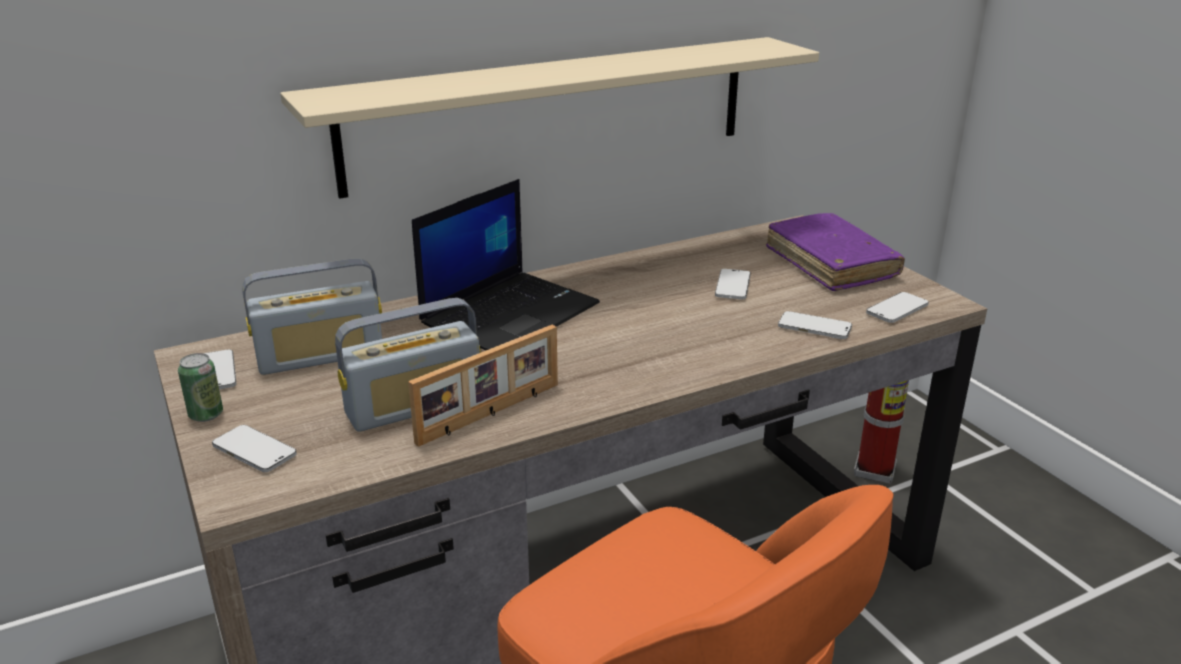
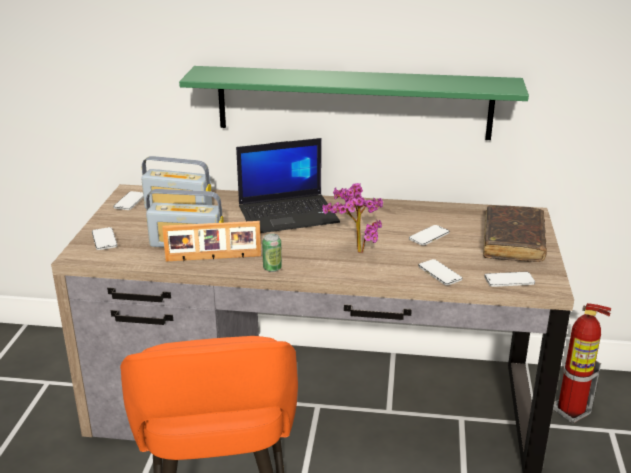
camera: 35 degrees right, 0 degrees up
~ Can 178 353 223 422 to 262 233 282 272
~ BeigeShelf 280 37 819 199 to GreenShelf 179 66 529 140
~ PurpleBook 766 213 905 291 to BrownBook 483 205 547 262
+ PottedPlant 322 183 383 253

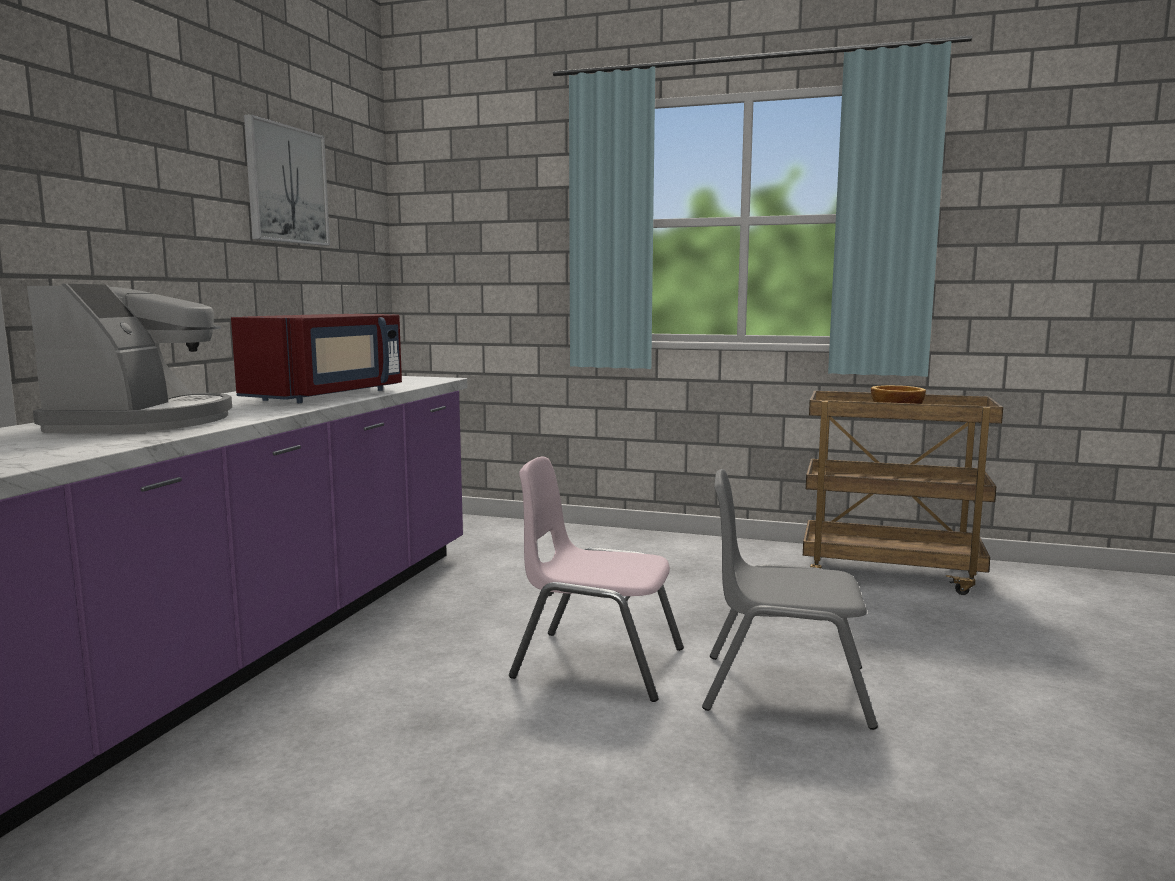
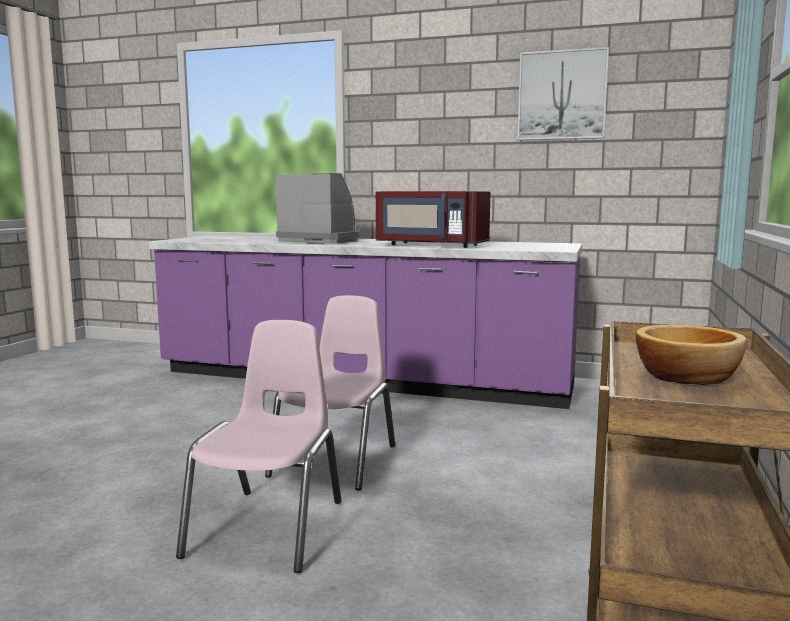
camera: 90 degrees right, 0 degrees up
~ CoffeeMachine 27 284 232 433 = 276 173 360 244 150 degrees counterclockwise
~ GreyChair 702 469 878 730 to PinkChair 176 320 342 573

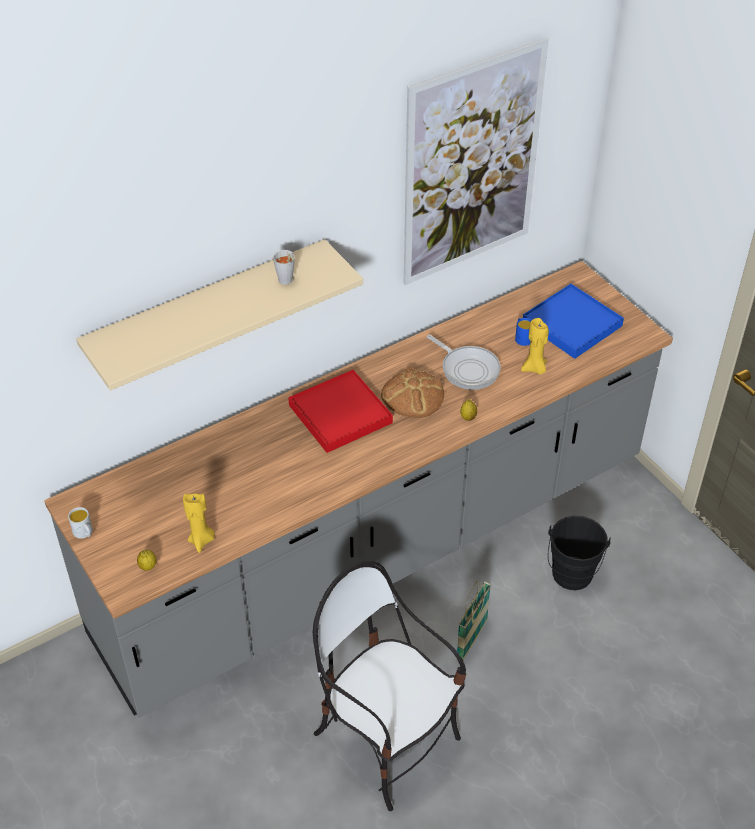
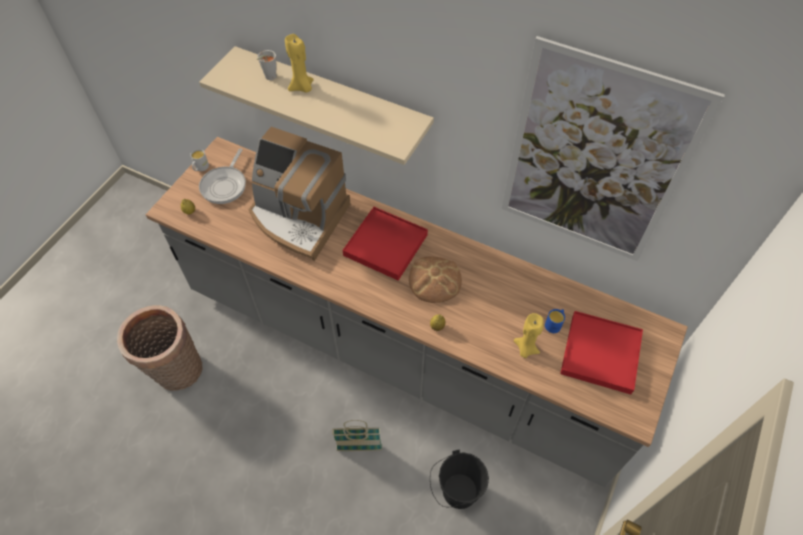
camera: 60 degrees right, 10 degrees up
~ YellowCandle 183 493 215 553 to 285 34 314 93
~ GreyCup 273 250 295 285 to 257 50 277 80
- Chair 313 561 466 811
~ FryingPan 427 335 501 390 to 199 148 246 204
~ BlueTray 523 284 624 359 to RedTray 560 311 643 395
+ Basket 117 305 203 391
+ CoffeeMachine 248 127 350 261

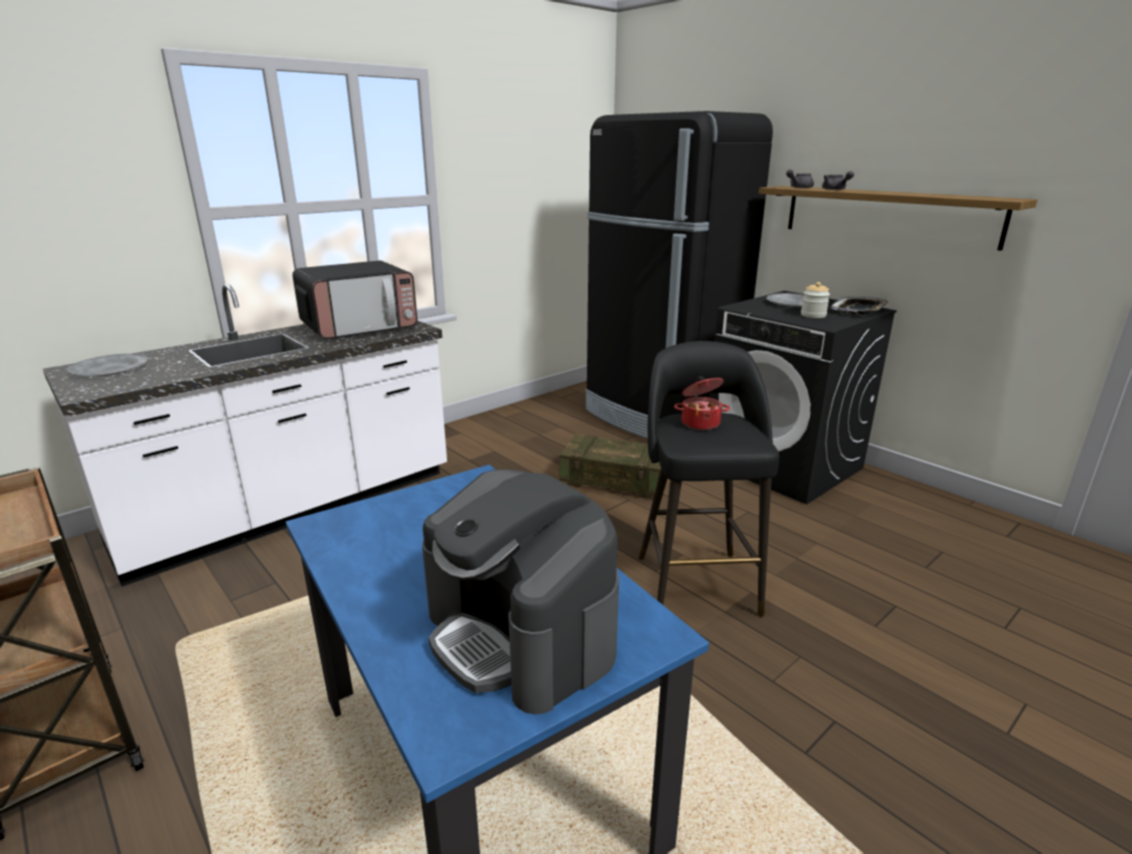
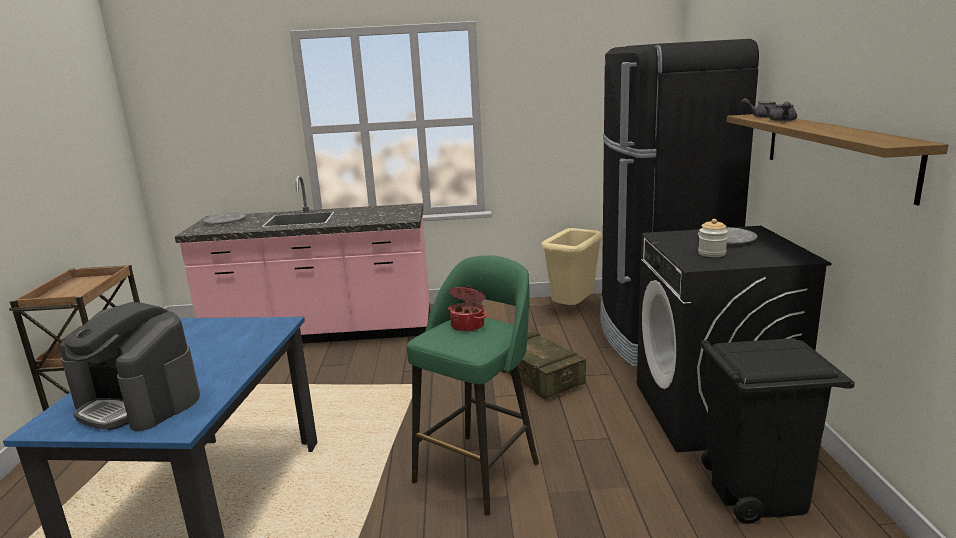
camera: 40 degrees right, 5 degrees down
~ WhiteCounter 43 284 447 587 to PinkCounter 175 176 430 344
- Microwave 292 261 417 339
~ CoffeeMachine 422 469 619 714 = 60 302 200 431 60 degrees counterclockwise
~ BlackStool 638 341 779 617 to GreenStool 407 255 539 516
- Tray 831 297 888 315
+ BeigeTrashCan 541 228 603 305
+ BlackTrashCan 701 338 855 524

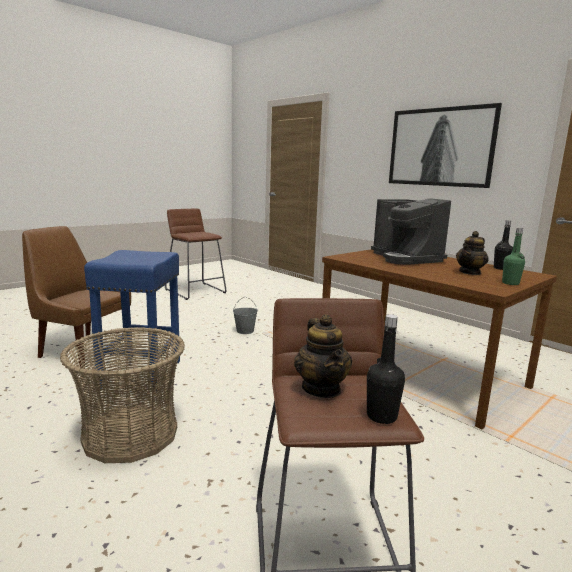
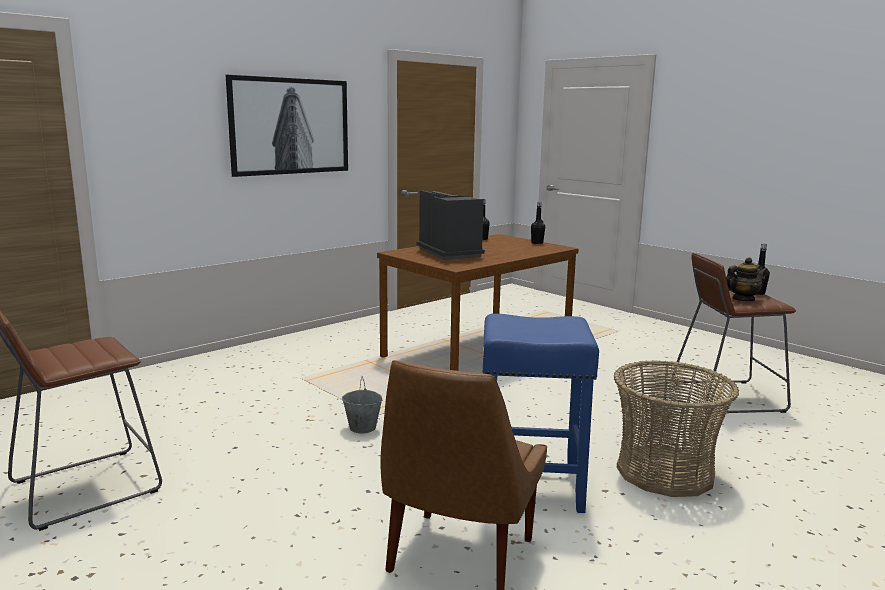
camera: 90 degrees left, 0 degrees up
~ CoffeeMachine 371 198 451 265 = 417 190 485 260 90 degrees counterclockwise
- Teapot 456 231 489 275
~ GreenBottle 502 228 525 285 to BlackBottle 531 202 545 244

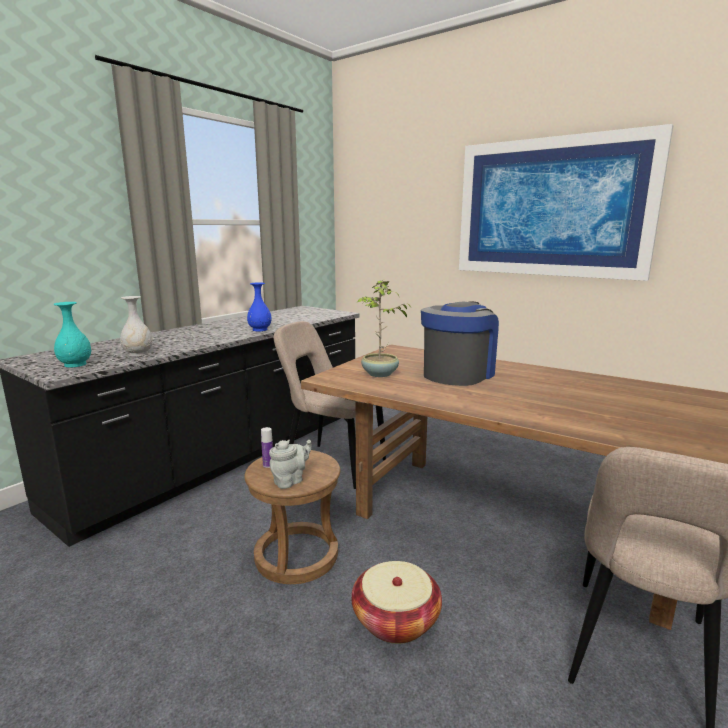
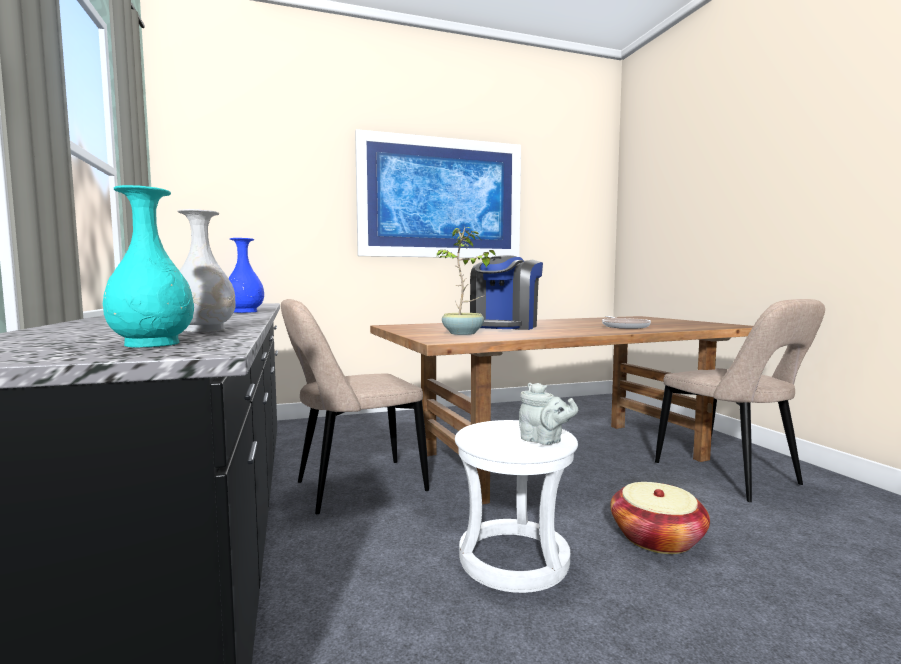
camera: 55 degrees left, 10 degrees down
~ BrownStool 245 450 340 584 to WhiteStool 455 420 578 593
- Bottle 261 427 273 468
~ GreyTeapot 269 440 312 489 = 519 383 578 445 135 degrees clockwise
~ CoffeeMachine 421 301 499 386 = 470 255 543 330 135 degrees counterclockwise
+ FryingPan 602 316 651 329

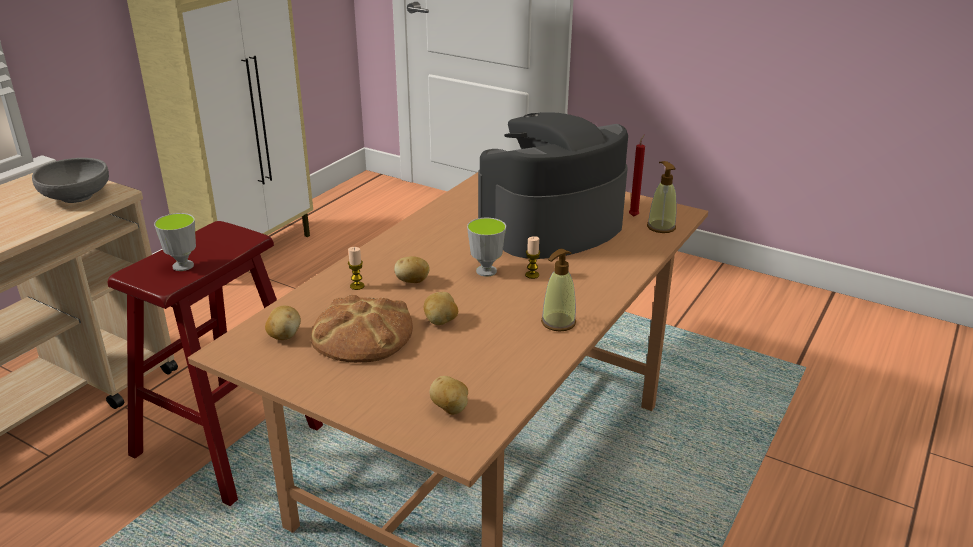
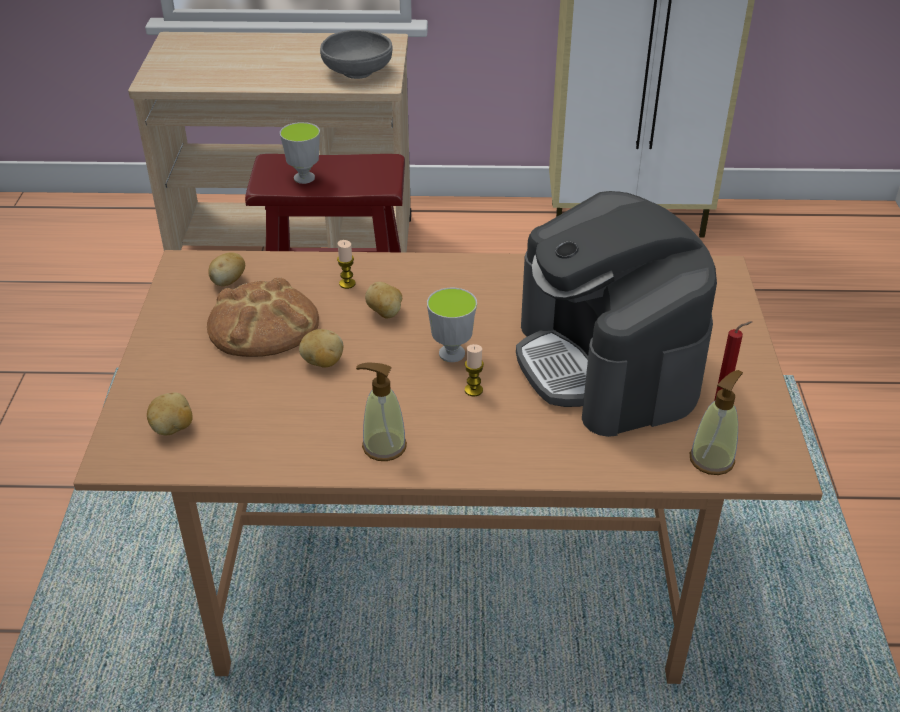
camera: 60 degrees right, 10 degrees up
~ CoffeeMachine 478 112 628 259 = 516 191 717 437 135 degrees counterclockwise

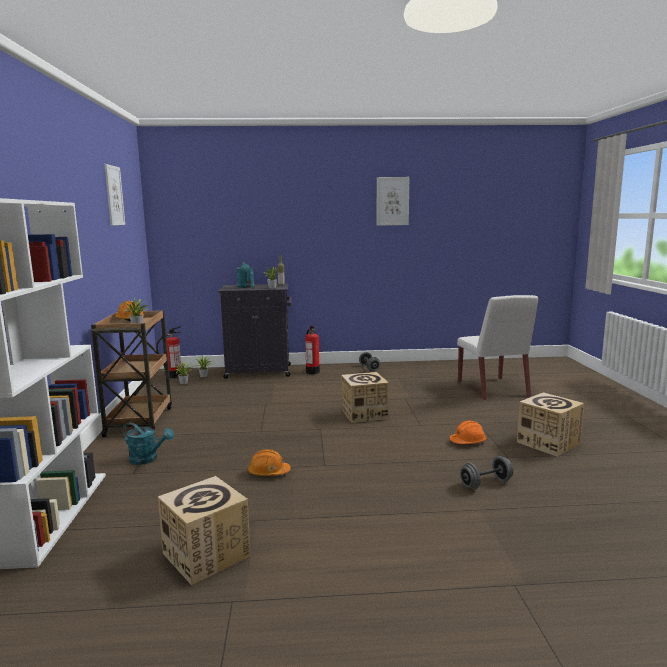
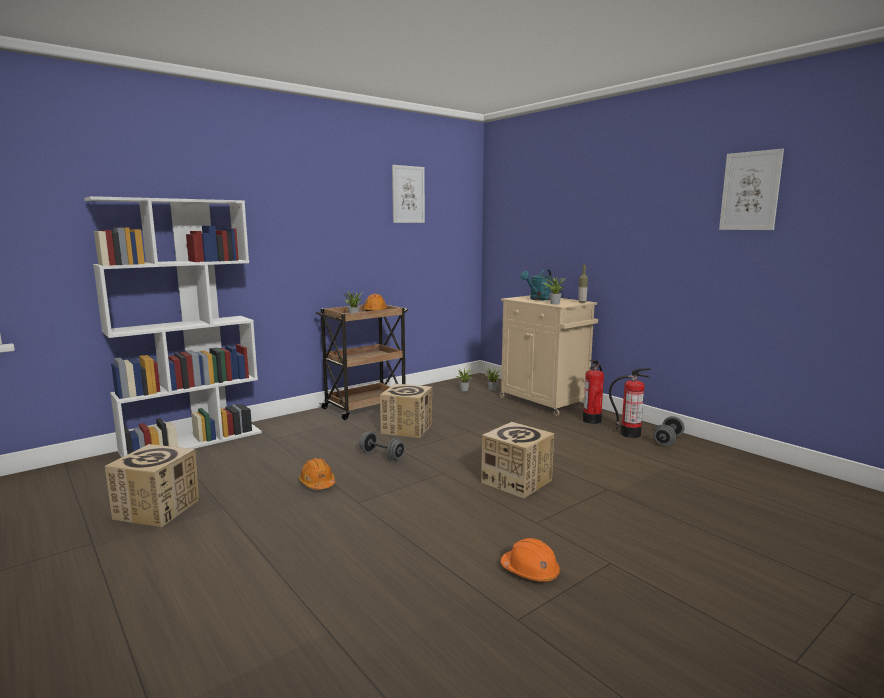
camera: 55 degrees right, 0 degrees up
- TurquoiseWateringCan 123 422 174 465
~ FireExtinguisher 156 326 181 378 to 609 368 651 438
~ BlackCabinet 218 284 292 379 to BeigeCabinet 500 296 598 416
- WhiteChair 457 295 538 401
~ GreyDumbbell 460 456 513 489 to 359 431 405 461
~ CardboardBox 517 392 584 457 to 380 384 432 438

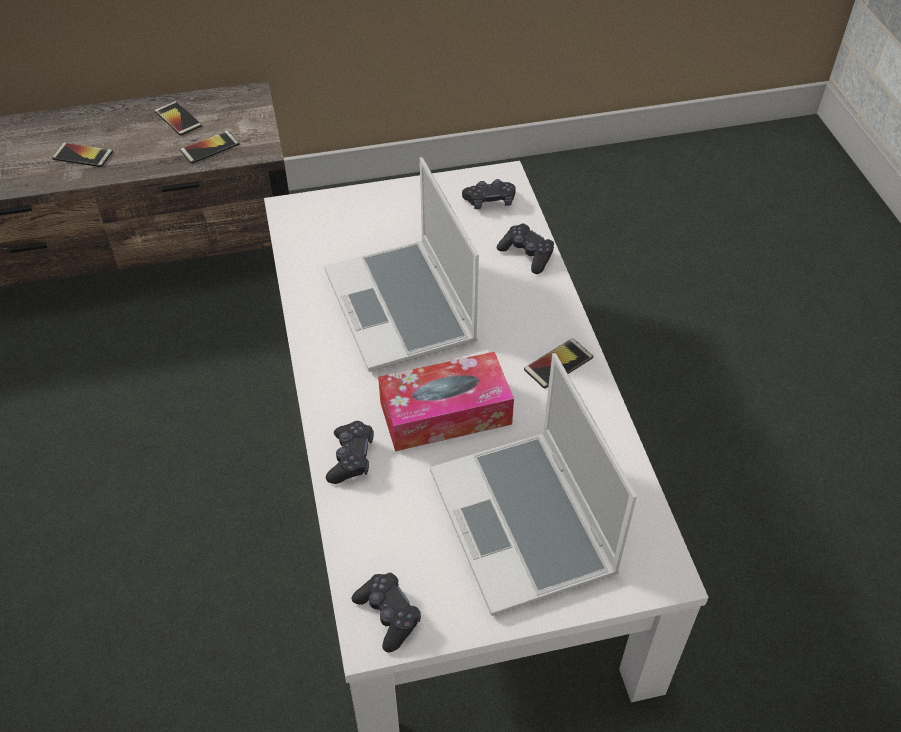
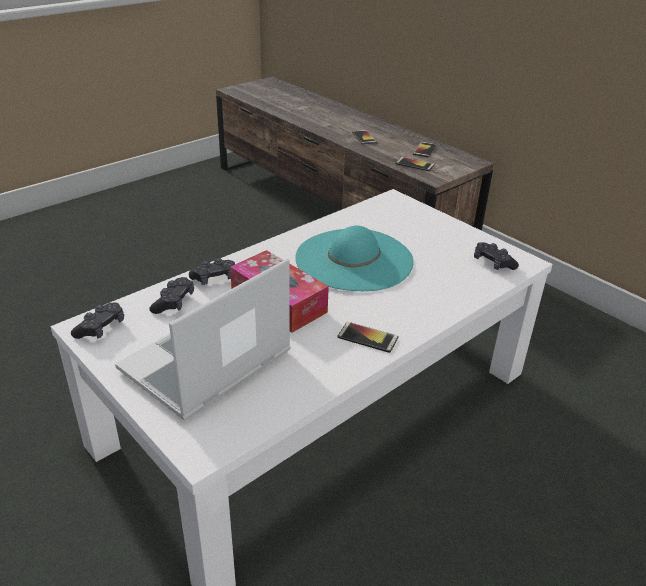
camera: 60 degrees right, 15 degrees down
~ Laptop 324 157 479 372 to TurquoiseHat 295 226 414 291
~ BlackGameController 497 224 554 274 to 149 277 194 314

